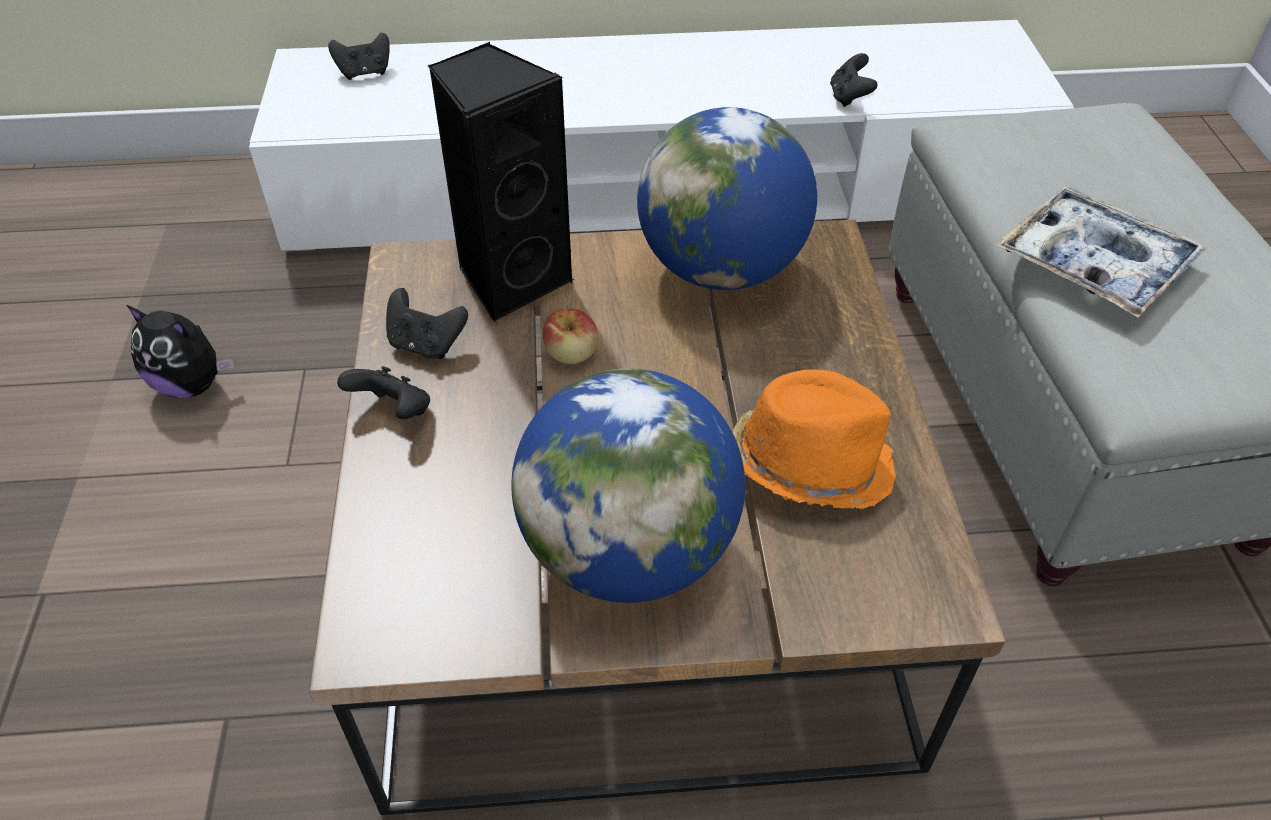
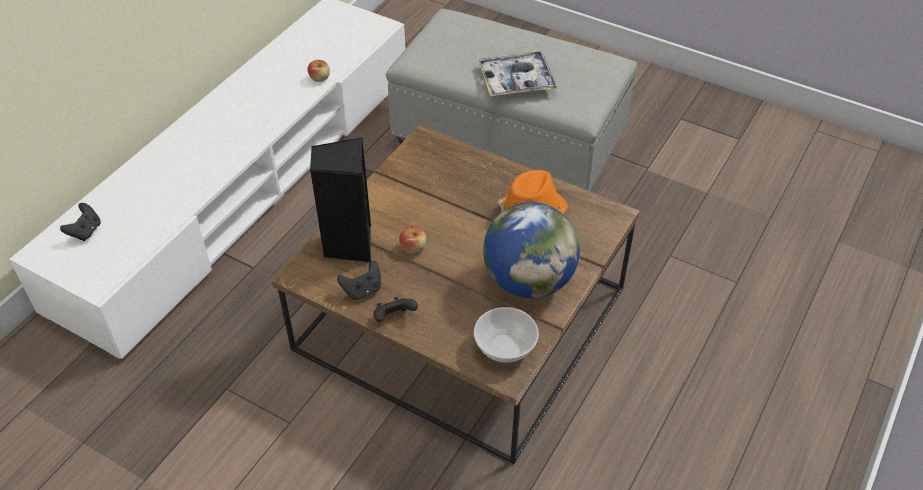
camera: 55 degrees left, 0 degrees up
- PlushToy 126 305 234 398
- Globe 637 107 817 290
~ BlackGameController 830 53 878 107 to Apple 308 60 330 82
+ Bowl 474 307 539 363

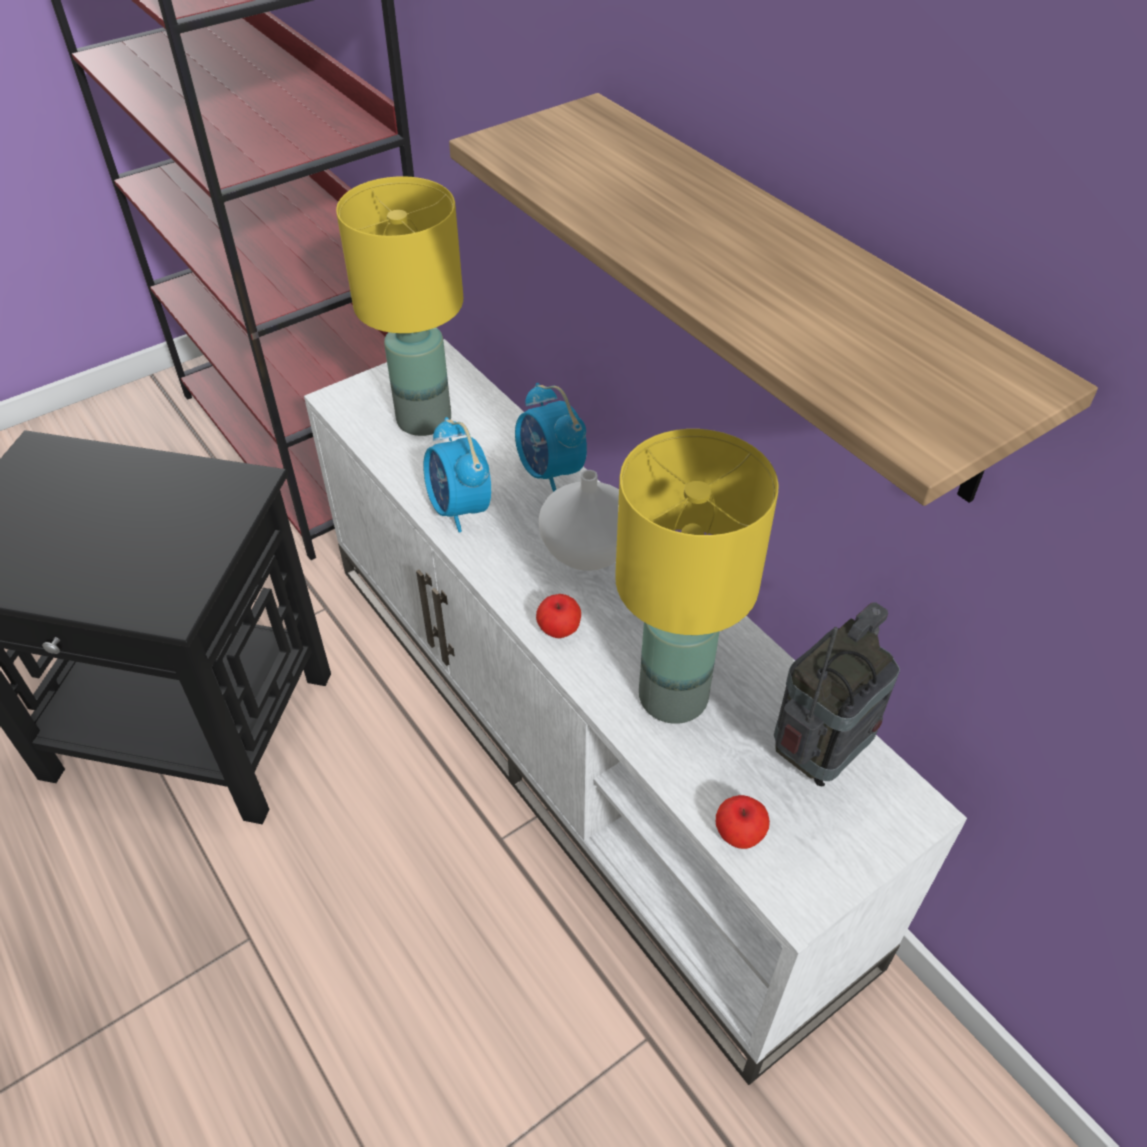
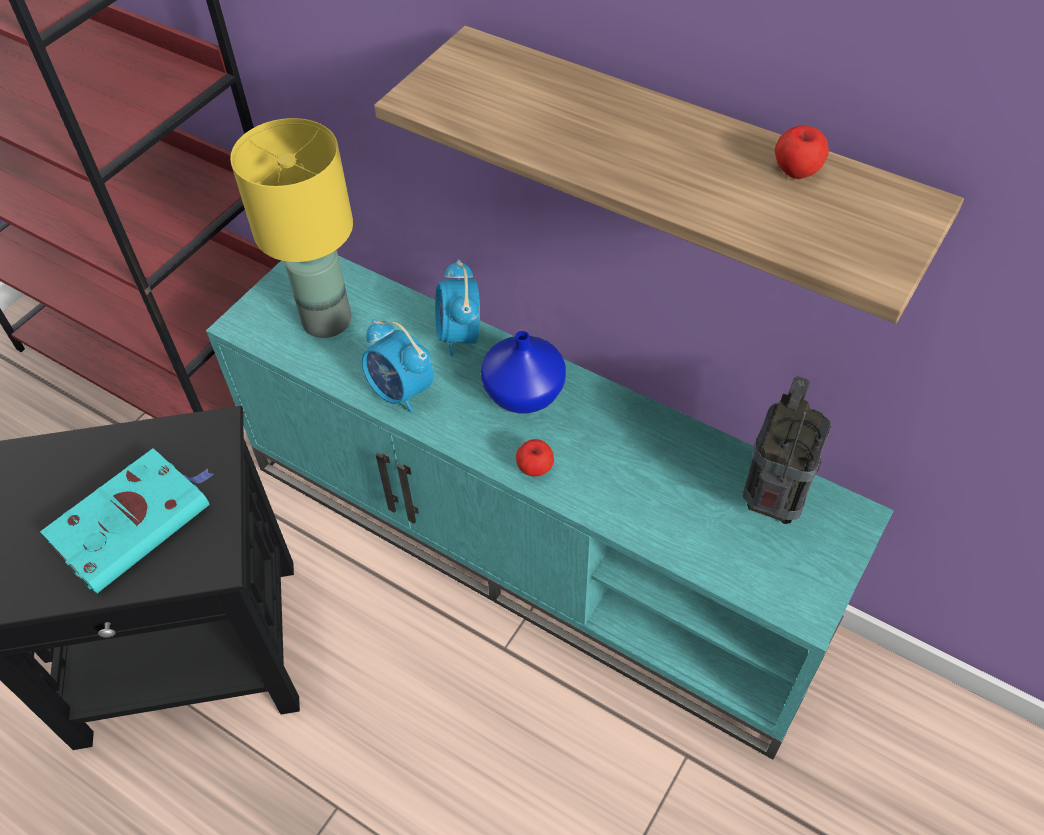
camera: 20 degrees left, 5 degrees up
~ WhiteTvStand 304 339 967 1085 to TurquoiseTvStand 206 256 894 760
~ AlarmClock 515 383 587 492 = 435 259 480 356 45 degrees clockwise
~ WhiteVase 539 470 619 571 to BlueVase 481 331 566 413
- YellowTableLamp 615 429 779 724
~ Apple 716 795 770 849 to 775 125 829 179
+ TurquoiseBook 40 448 214 594

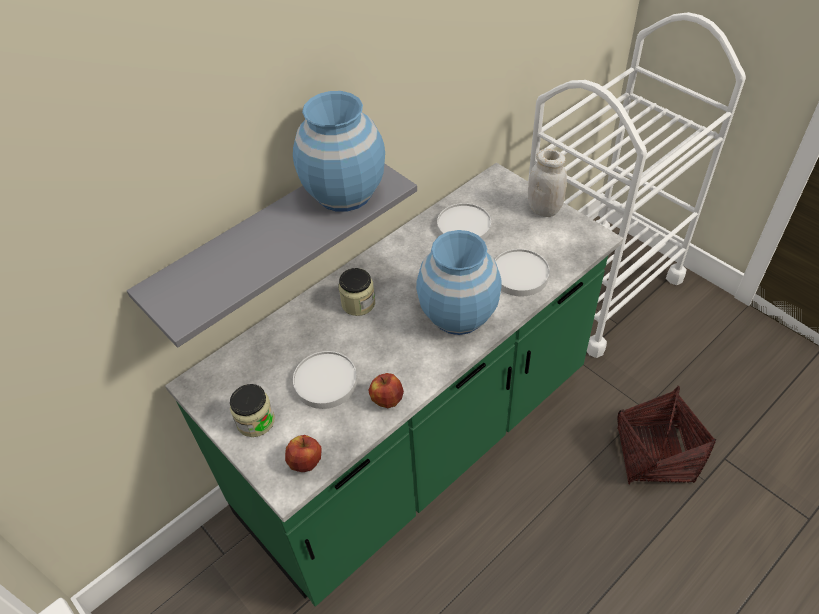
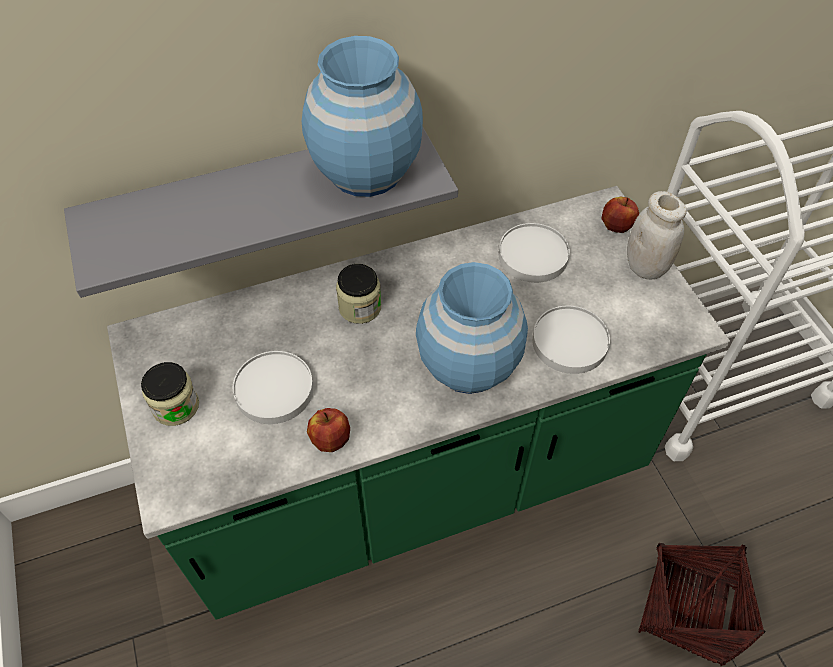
camera: 20 degrees right, 5 degrees up
~ Apple 285 435 322 472 to 601 197 639 233

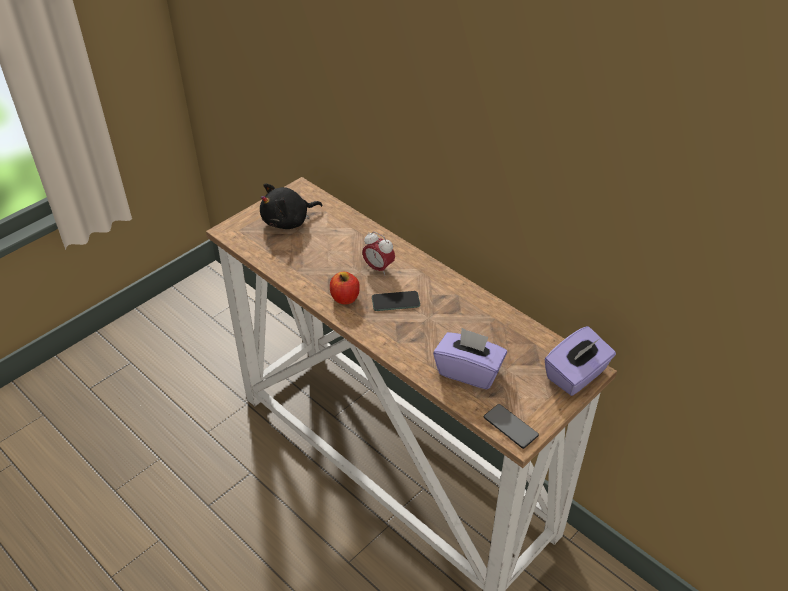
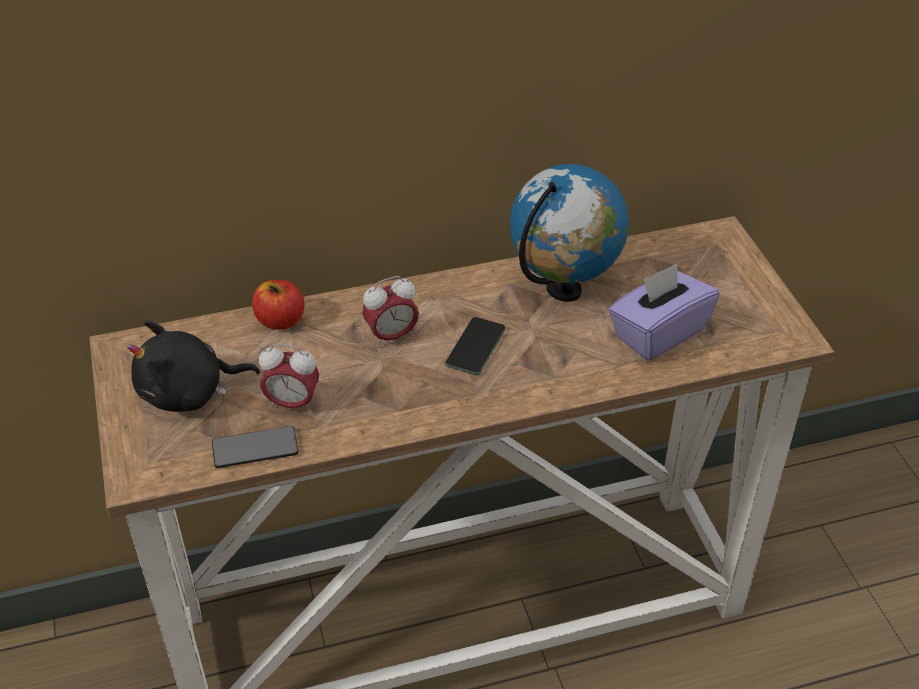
camera: 60 degrees left, 0 degrees up
~ BlackPlushToy 260 183 323 229 = 127 320 260 412 75 degrees clockwise
~ Apple 330 272 360 305 to 252 280 305 330
~ Phone 483 404 539 449 to 212 426 299 468
- PurpleTissueBox 545 326 616 396
+ AlarmClock 259 344 319 413
+ Globe 510 164 629 302

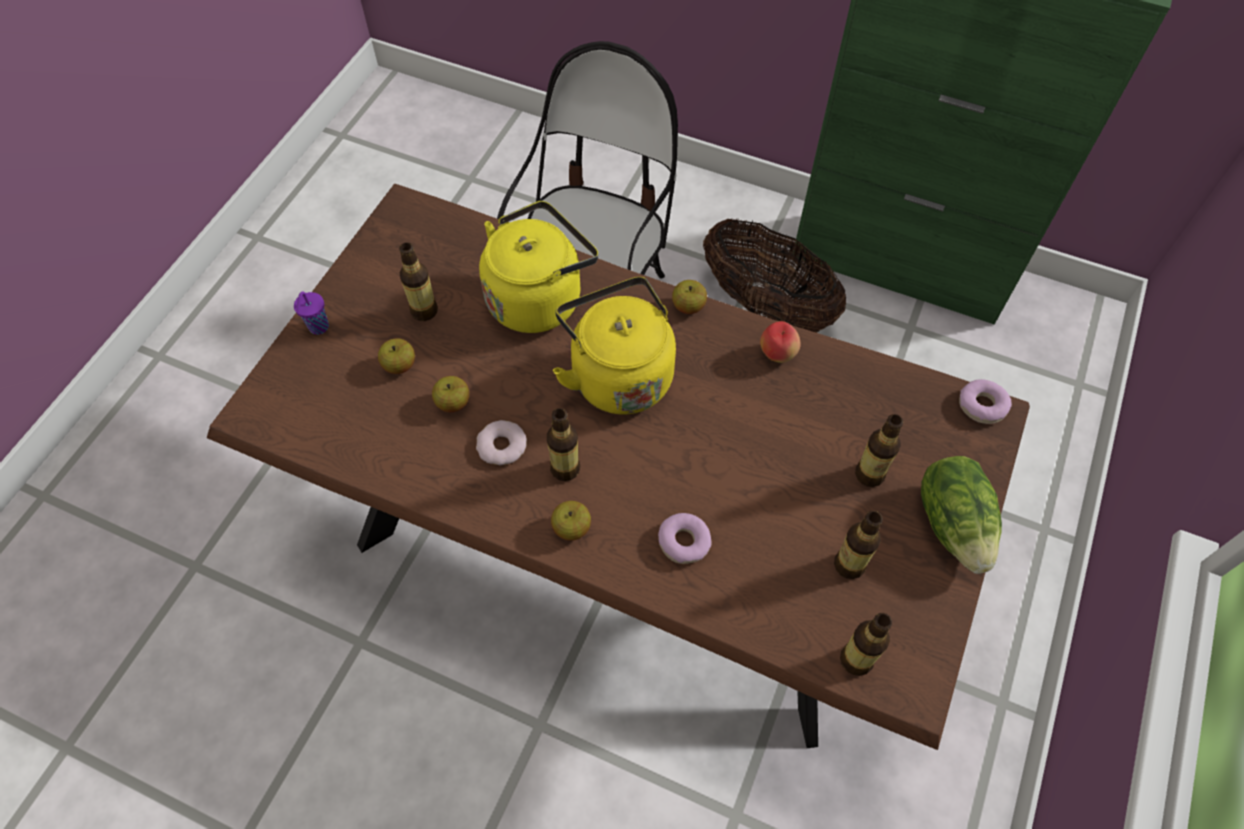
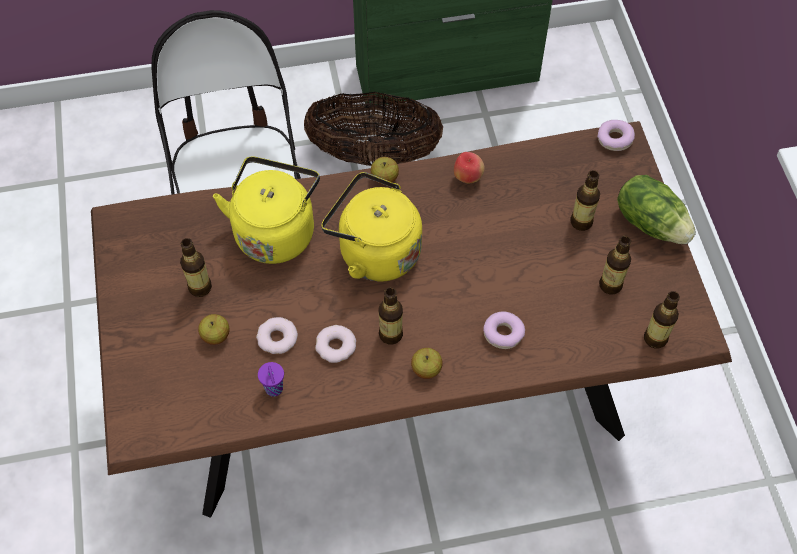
camera: 35 degrees left, 0 degrees up
~ PurpleCup 294 292 329 335 to 258 362 284 397
~ Apple 432 376 470 412 to Donut 256 317 298 354

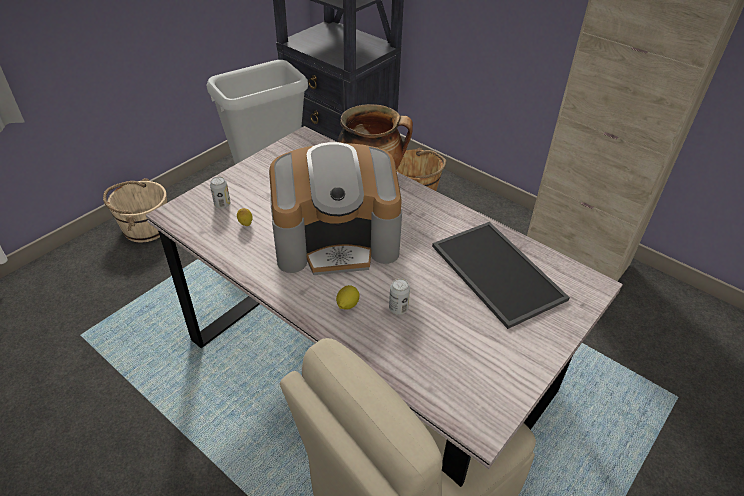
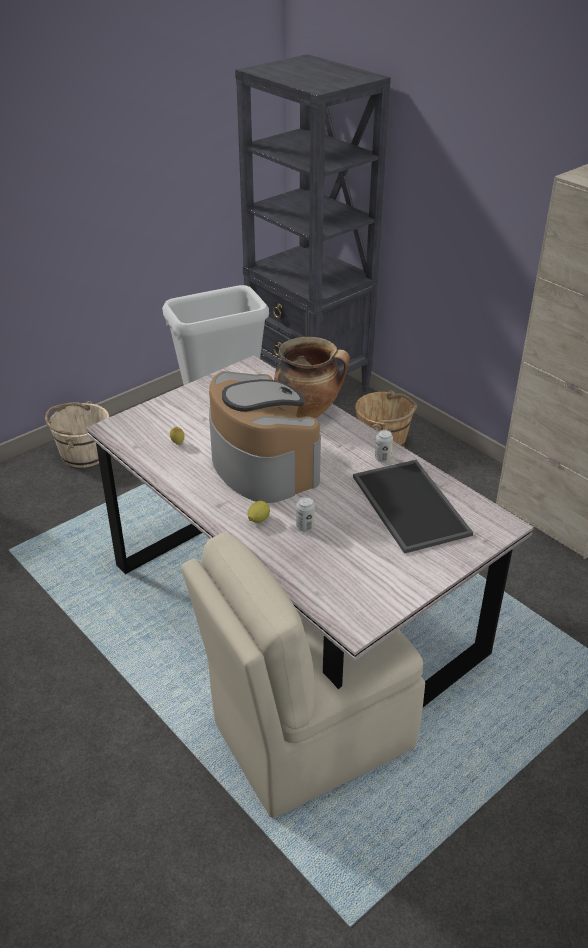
camera: 10 degrees right, 5 degrees down
~ Can 210 176 230 208 to 375 430 393 463
~ CoffeeMachine 269 142 402 275 = 209 371 321 503 120 degrees counterclockwise

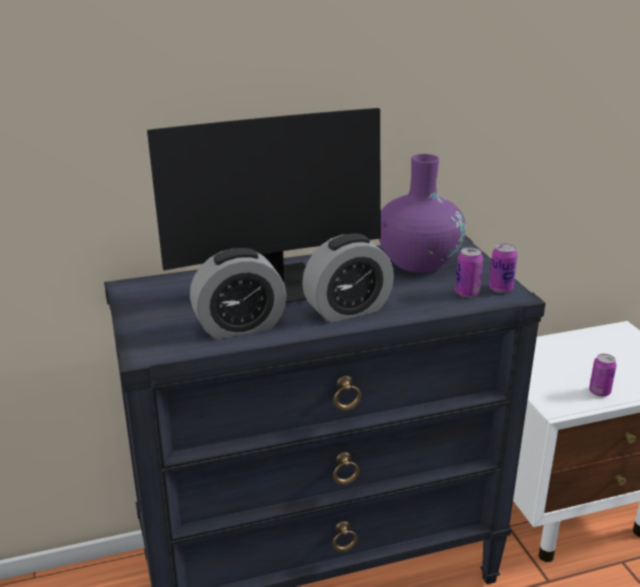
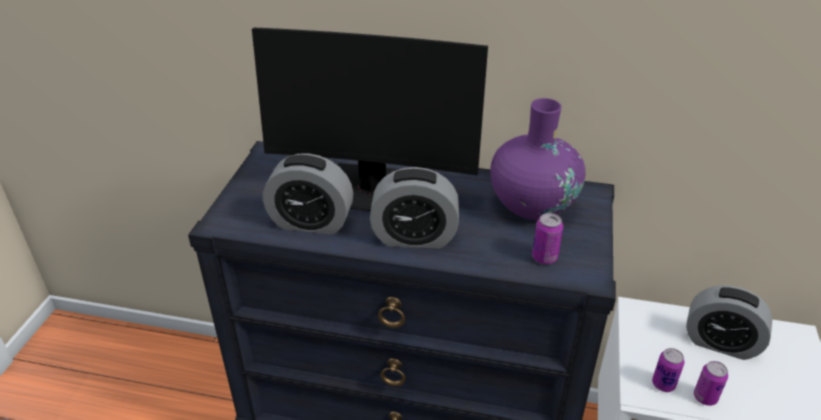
camera: 30 degrees right, 10 degrees up
~ Can 489 243 518 293 to 652 348 685 392
+ AlarmClock 686 285 772 360

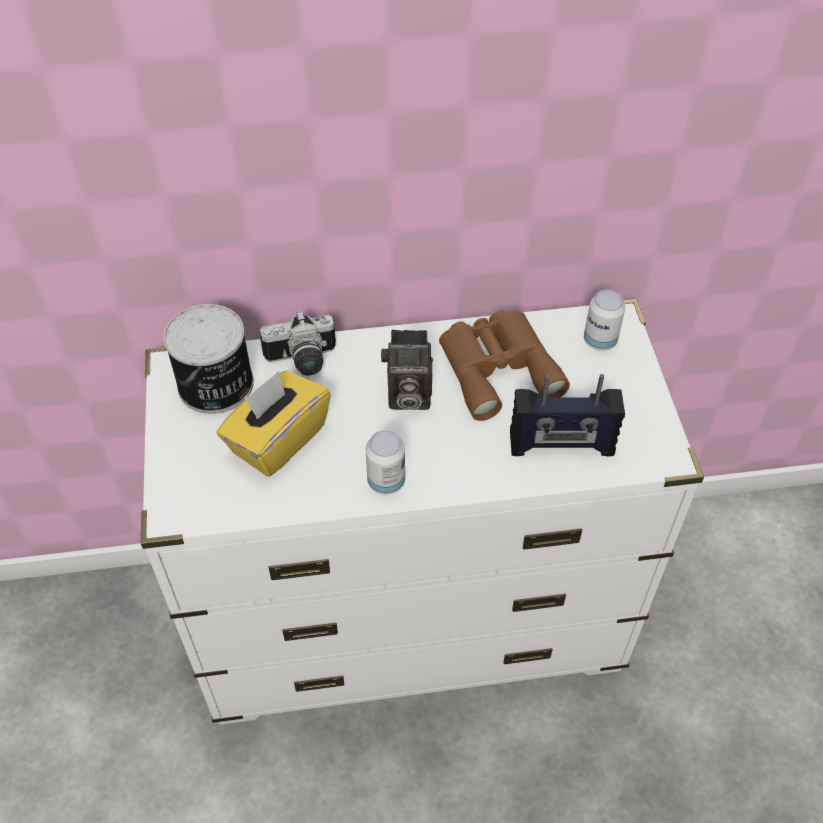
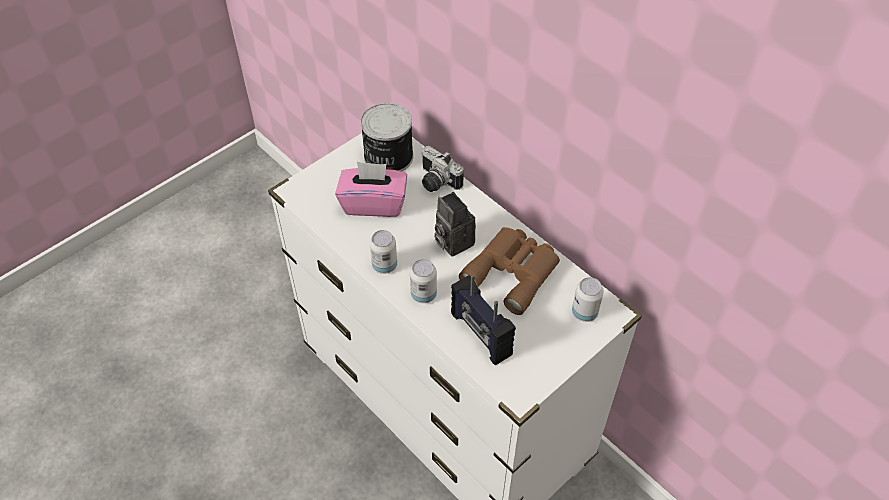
camera: 55 degrees right, 0 degrees up
~ YellowTissueBox 217 370 331 476 to PinkTissueBox 335 162 407 217
+ Can 410 259 437 303

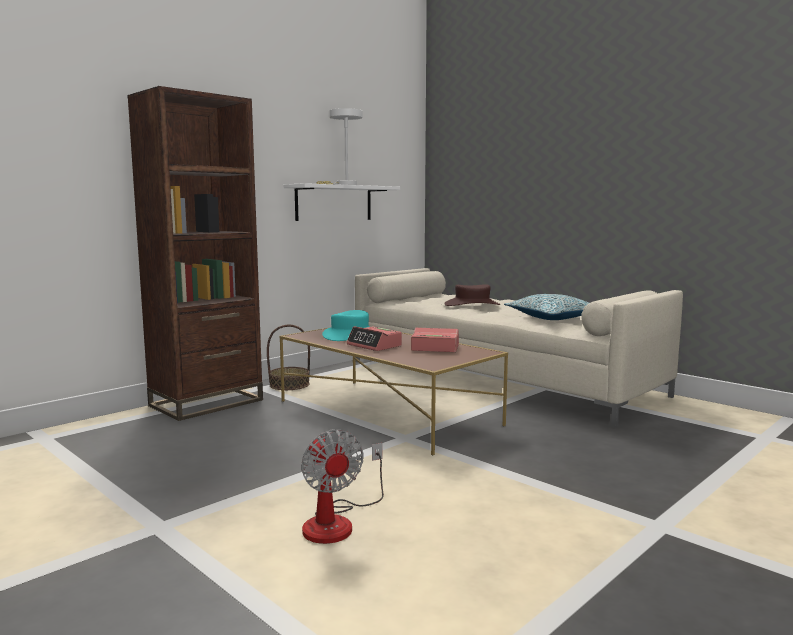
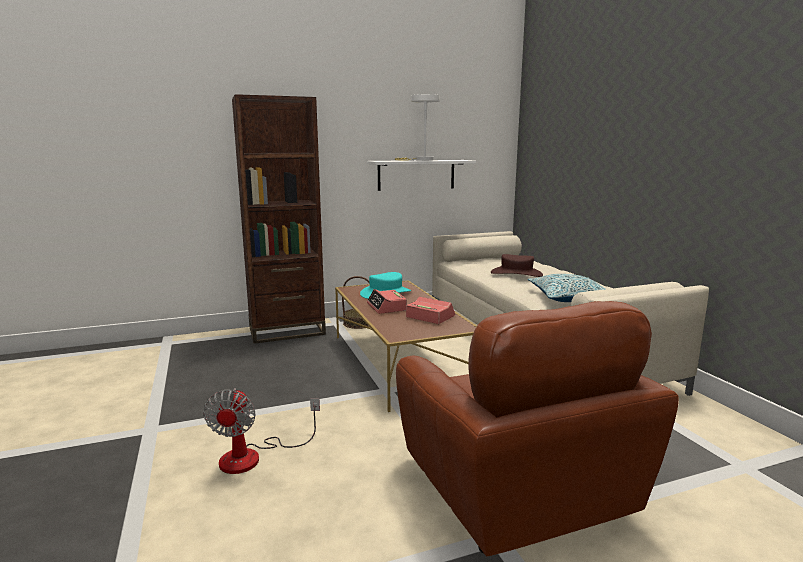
camera: 25 degrees right, 5 degrees up
+ BrownArmchair 396 301 679 556

